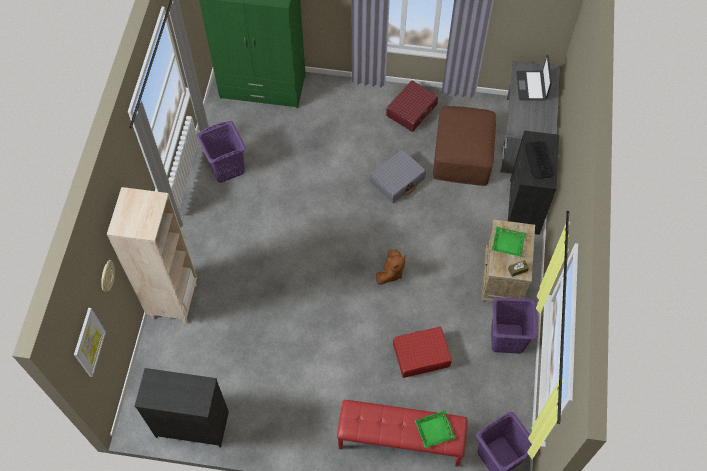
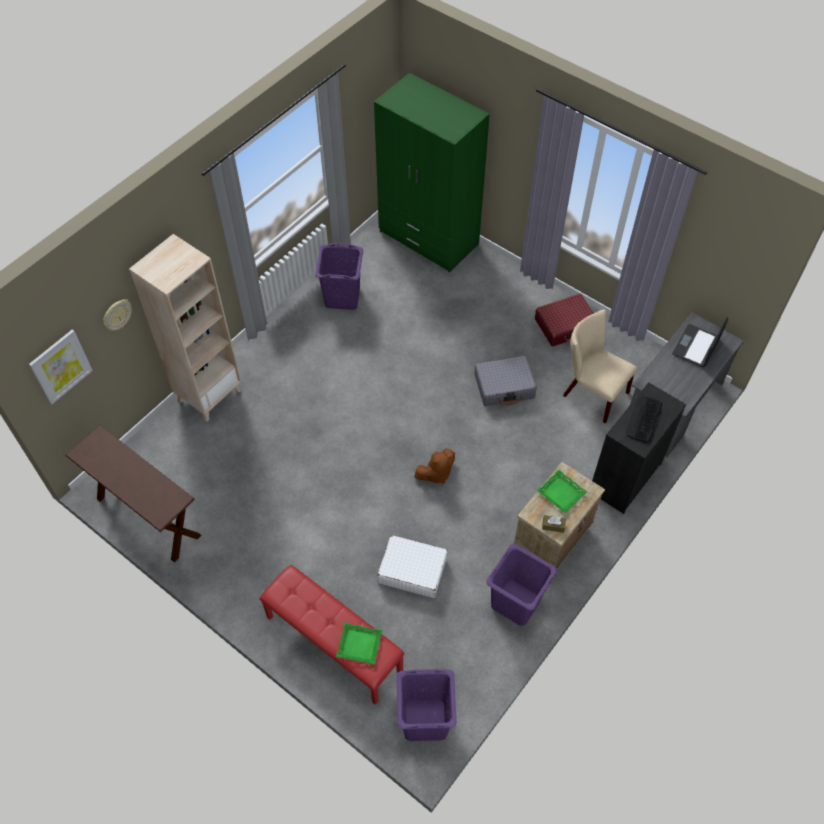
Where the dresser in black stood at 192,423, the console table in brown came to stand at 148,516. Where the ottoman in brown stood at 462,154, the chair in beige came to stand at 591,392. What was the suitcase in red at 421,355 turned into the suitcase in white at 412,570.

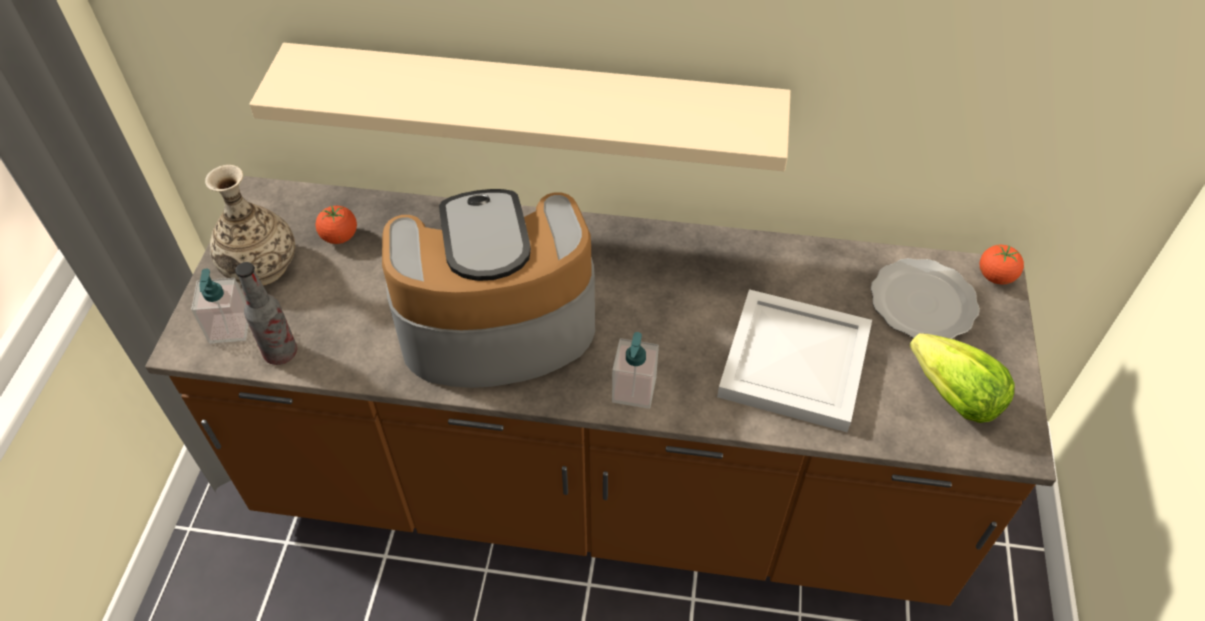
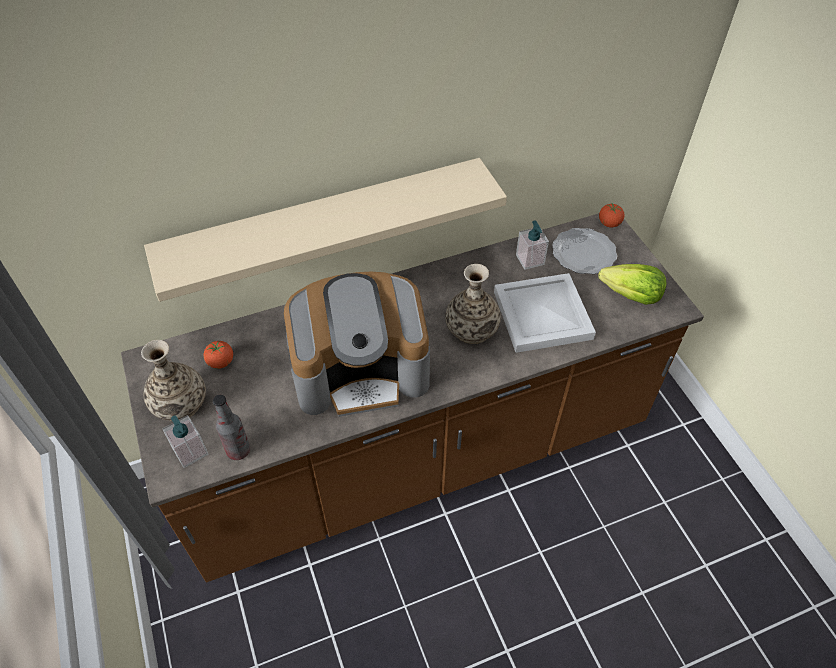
The second view gained the vase at 471,329. The soap dispenser ended up elsewhere, having gone from 634,390 to 530,260. The coffee machine at 495,324 ended up facing another way, 150 degrees counterclockwise from before.

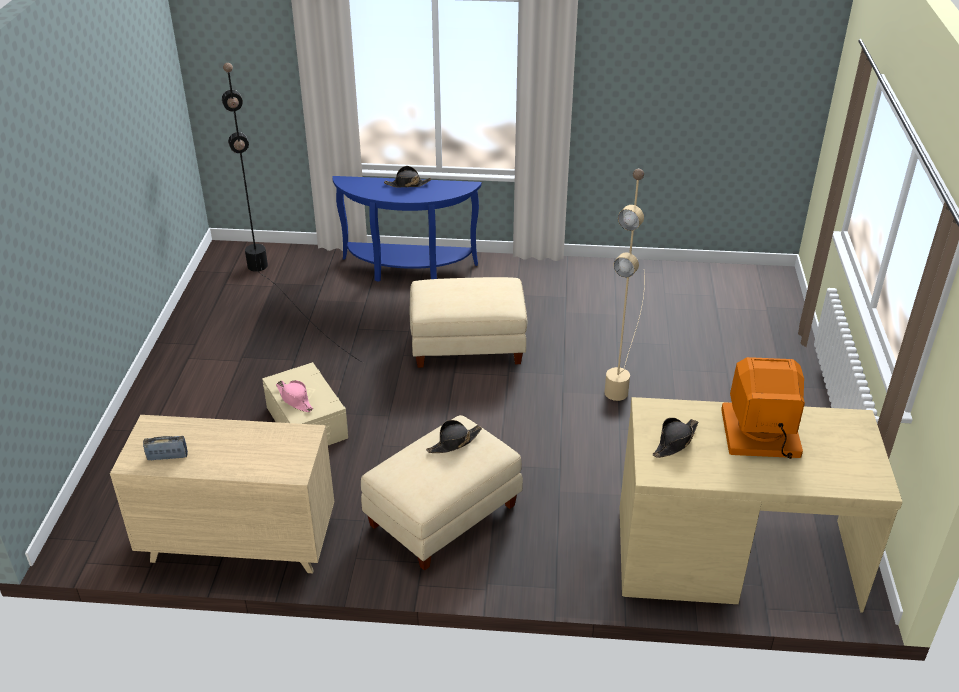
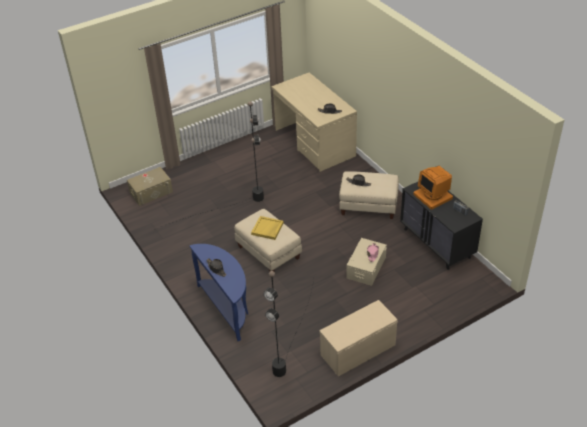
The second view gained the storage box in beige at 151,192. The second view gained the tray in yellow at 267,229. The second view gained the bench in beige at 357,350. The monitor ended up elsewhere, having gone from 760,434 to 433,196. What was the dresser in beige at 238,542 turned into the dresser in black at 437,243. What was the floor lamp in beige at 627,354 turned into the floor lamp in black at 229,206.

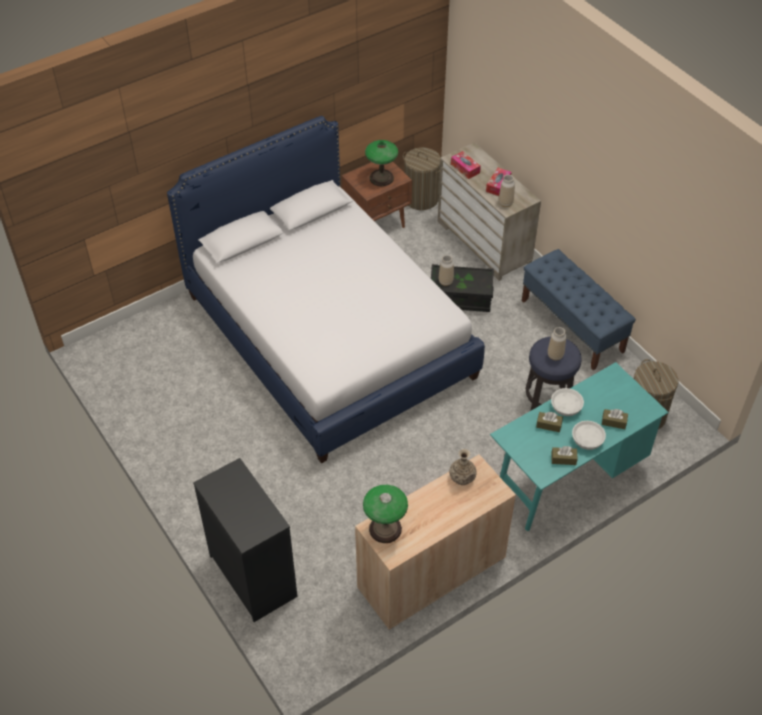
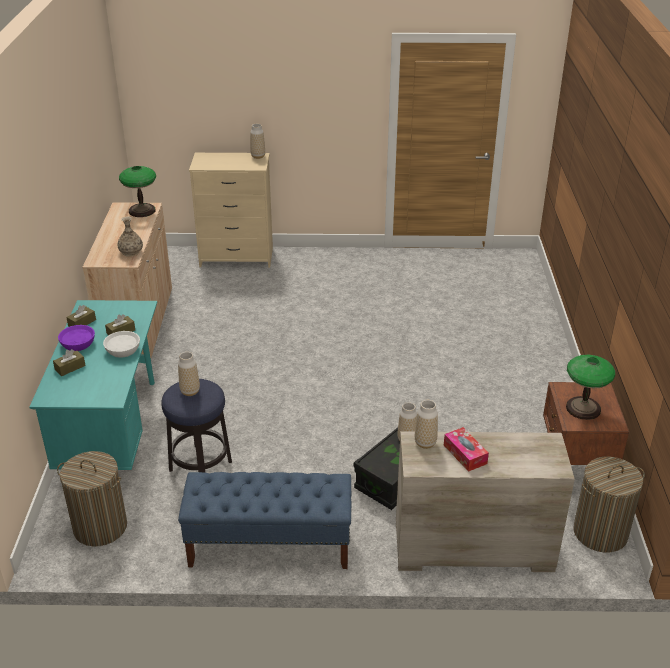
The second view lost the bed at 328,335. The second view lost the tissue box at 465,168. The second view gained the vase at 258,156. What was the dresser in black at 253,575 turned into the dresser in beige at 236,257. What was the bowl in white at 587,440 turned into the bowl in purple at 77,344.

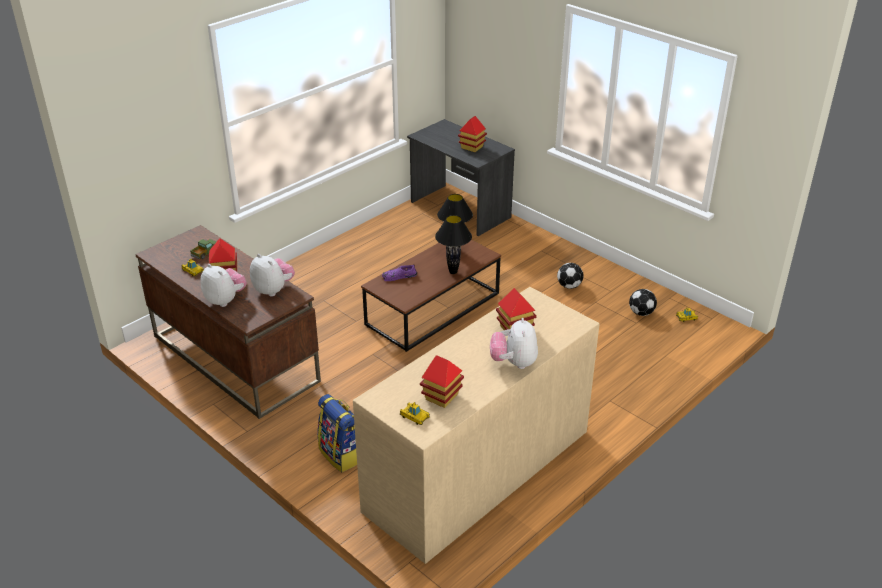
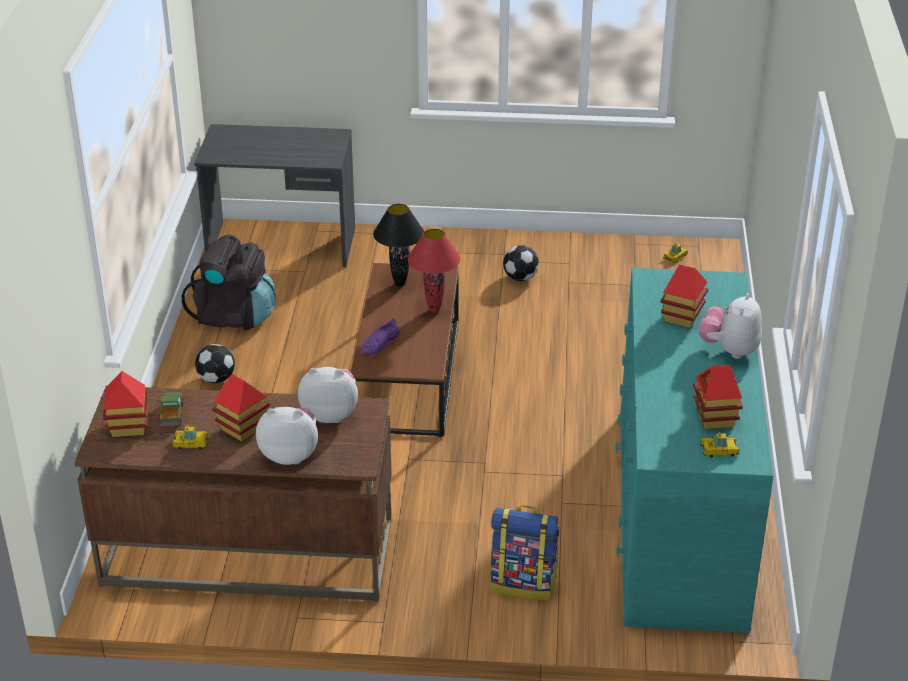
The second view gained the backpack in black at 234,316. The toy house ended up elsewhere, having gone from 472,147 to 128,427. The football ended up elsewhere, having gone from 641,313 to 217,379. What was the dresser in beige at 478,470 turned into the dresser in turquoise at 679,515. What was the table lamp in black at 452,272 turned into the table lamp in red at 434,310. The plush toy at 513,363 ended up facing another way, 60 degrees clockwise from before.

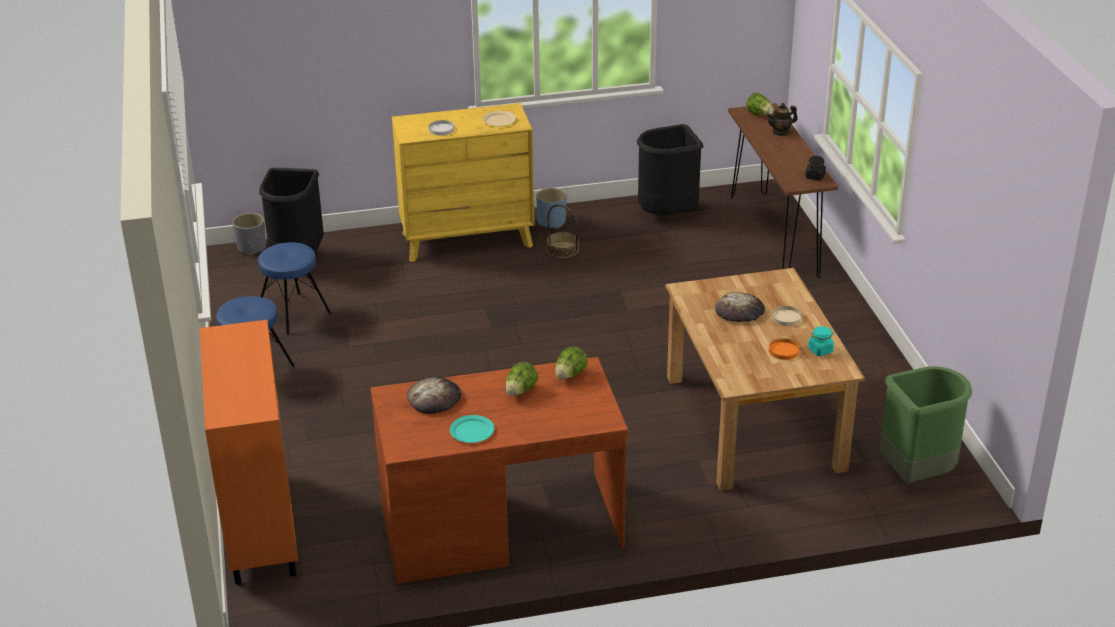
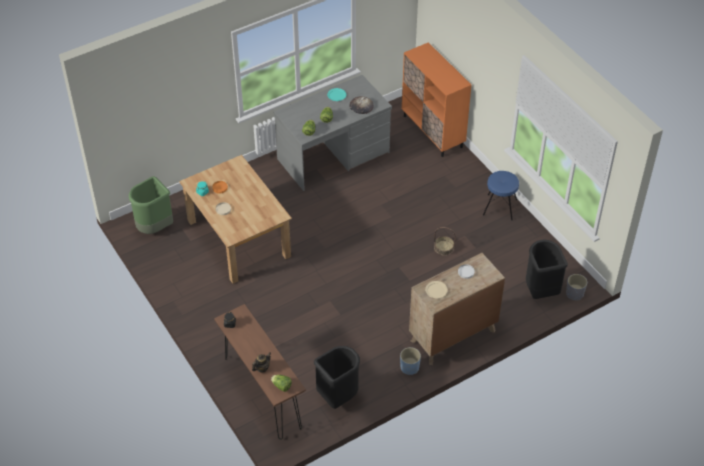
The second view lost the stool in blue at 293,314. The second view lost the bread at 740,311. The basket ended up elsewhere, having gone from 563,249 to 444,248. What was the desk in brown at 500,525 turned into the desk in grey at 334,156. What was the dresser in yellow at 467,240 turned into the dresser in brown at 453,336.

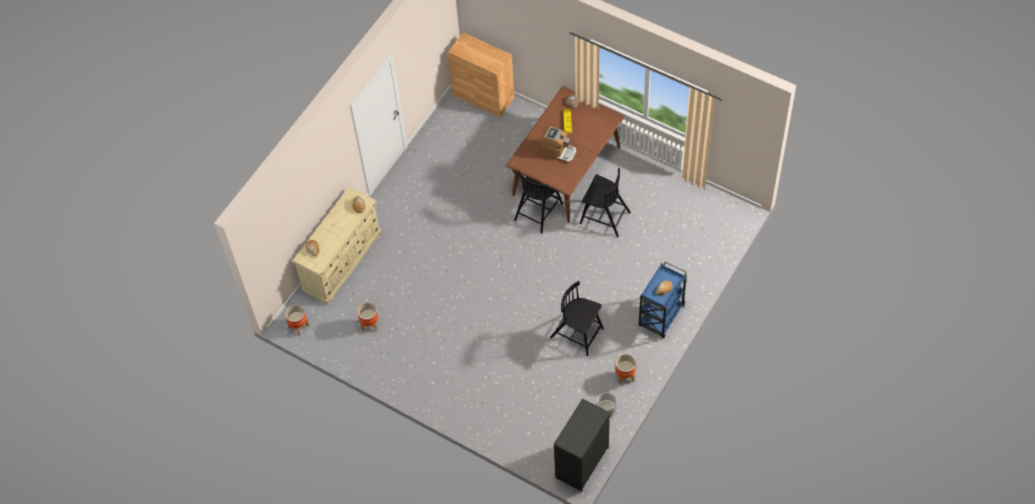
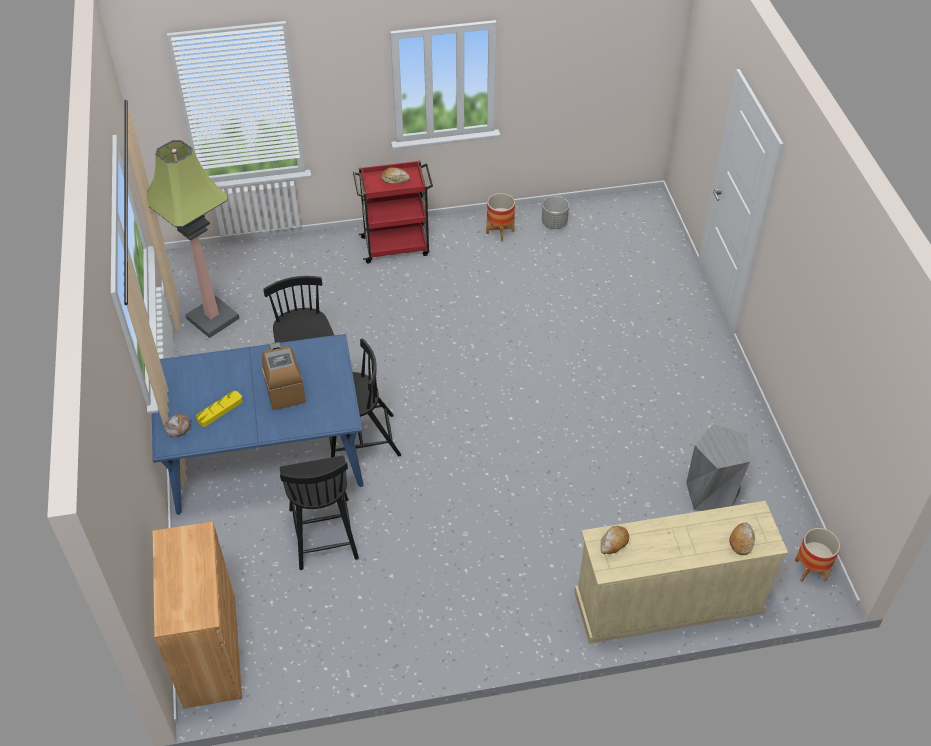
The second view lost the dresser in black at 581,462. The second view gained the floor lamp at 213,318. The chair in black ended up elsewhere, having gone from 577,334 to 323,532. Where the planter stood at 370,324, the stool in grey came to stand at 712,494. What was the dining table in brown at 566,170 turned into the dining table in blue at 265,455. What was the cart in blue at 661,317 turned into the cart in red at 396,246.

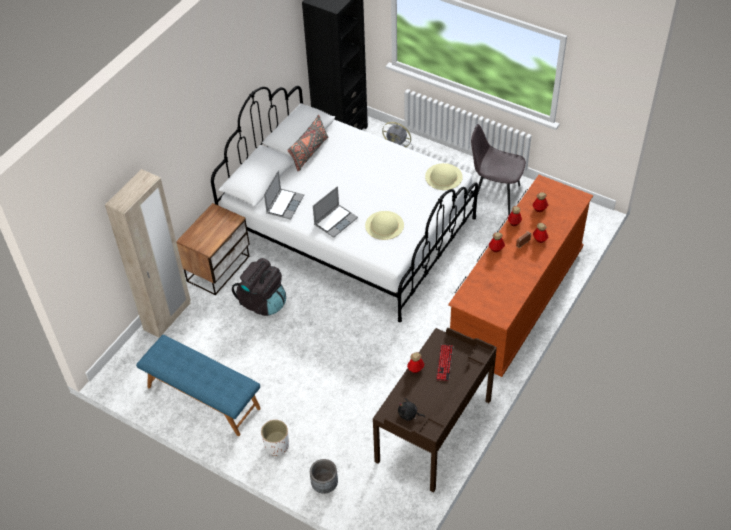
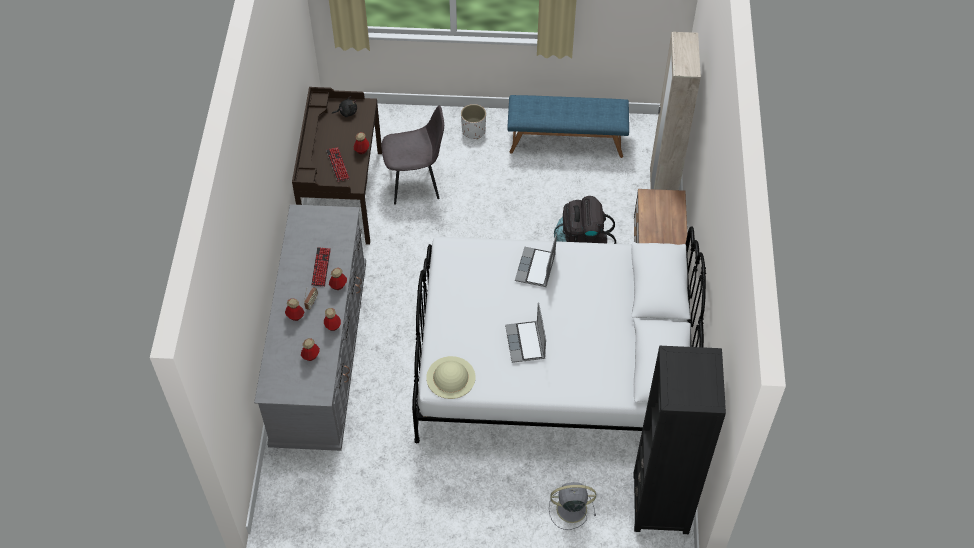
The second view lost the pillow in grey at 309,153. The second view lost the planter in grey at 324,485. The second view lost the hat in beige at 384,225. The second view gained the keyboard at 321,267. The laptop ended up elsewhere, having gone from 284,204 to 526,343. The chair in grey ended up elsewhere, having gone from 494,195 to 415,182. What was the dresser in brown at 516,301 turned into the dresser in grey at 321,354.

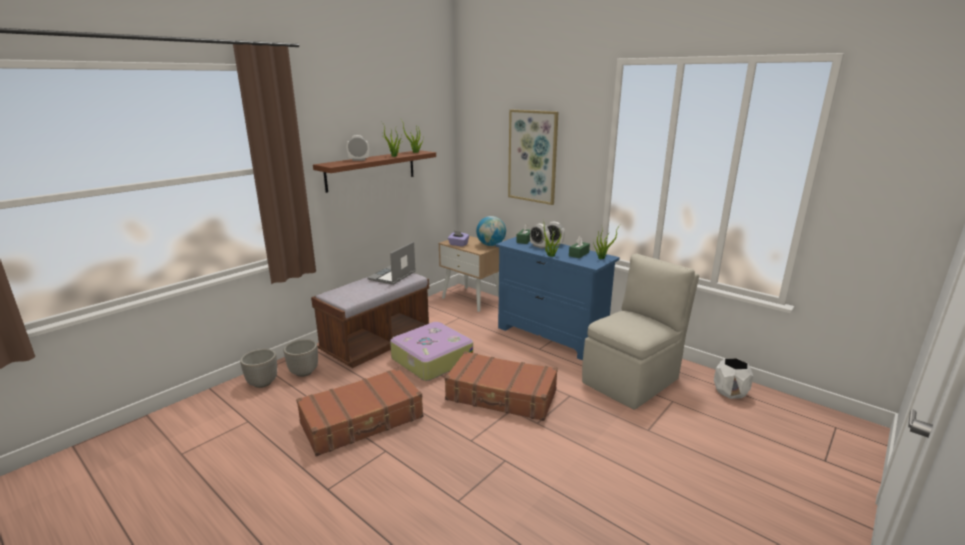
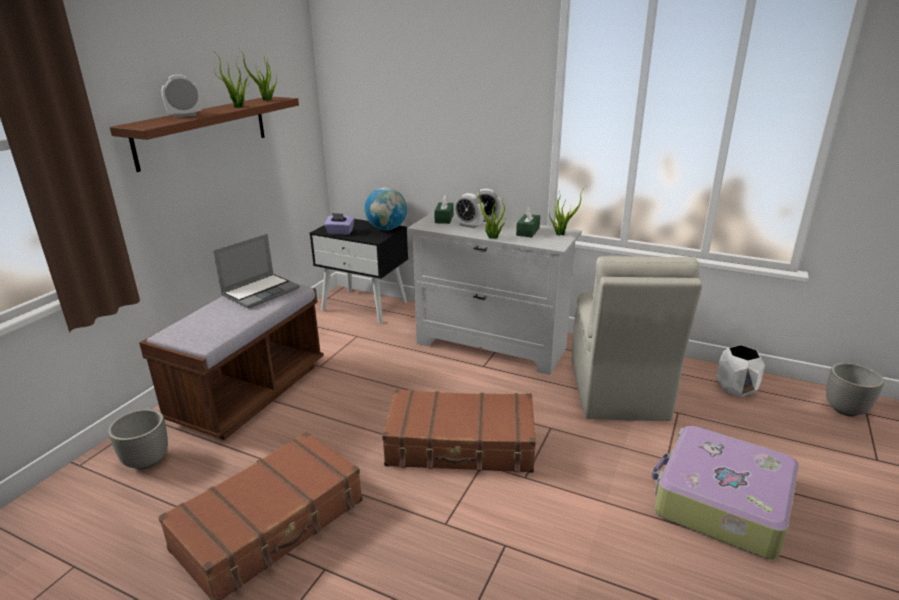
The second view lost the picture at 533,156. The planter ended up elsewhere, having gone from 263,383 to 846,410. The suitcase ended up elsewhere, having gone from 431,359 to 720,503. What was the nightstand in beige at 472,299 turned into the nightstand in black at 365,306. What was the dresser in blue at 551,336 turned into the dresser in white at 491,346. The laptop at 392,276 ended up facing another way, 150 degrees counterclockwise from before. The chair in beige at 632,380 ended up facing another way, 150 degrees clockwise from before.

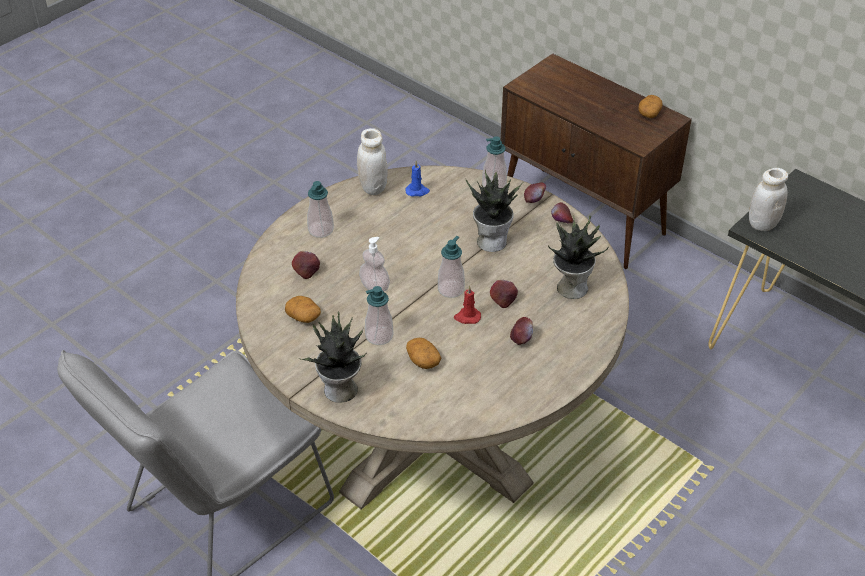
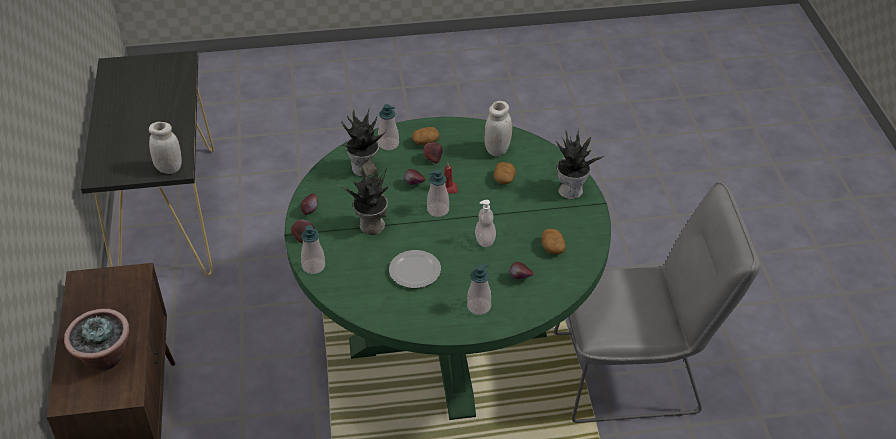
The second view lost the candle in blue at 417,191. The second view gained the potted plant at 104,357. The second view gained the plate at 415,270. The jar in white ended up elsewhere, having gone from 373,187 to 497,150. The soap dispenser ended up elsewhere, having gone from 379,336 to 388,144. The potato ended up elsewhere, having gone from 649,113 to 425,142. What was the dining table in beige at 432,430 turned into the dining table in green at 447,338.

